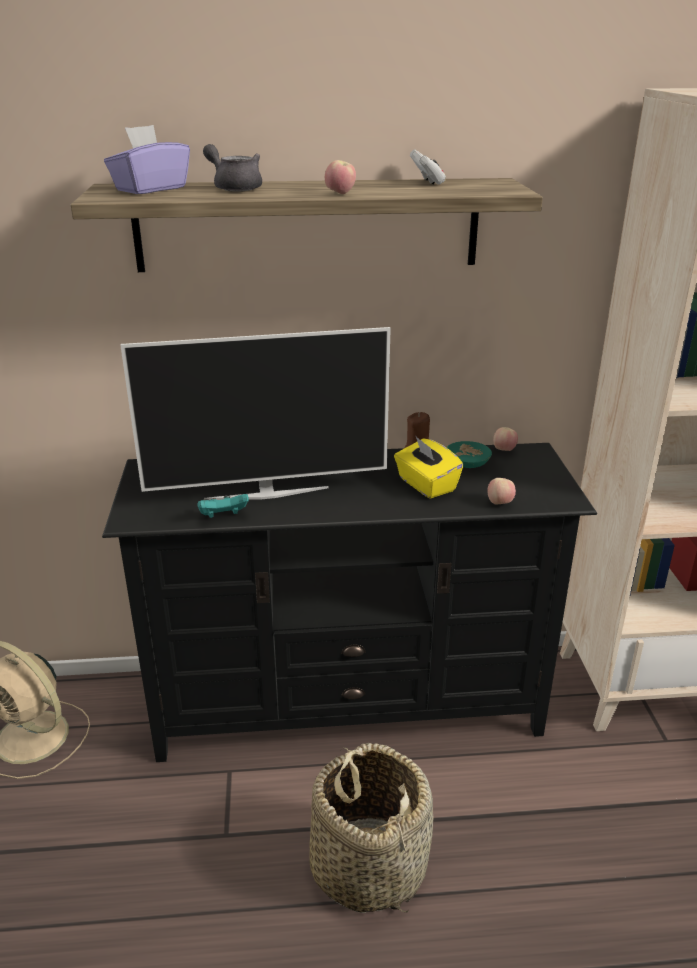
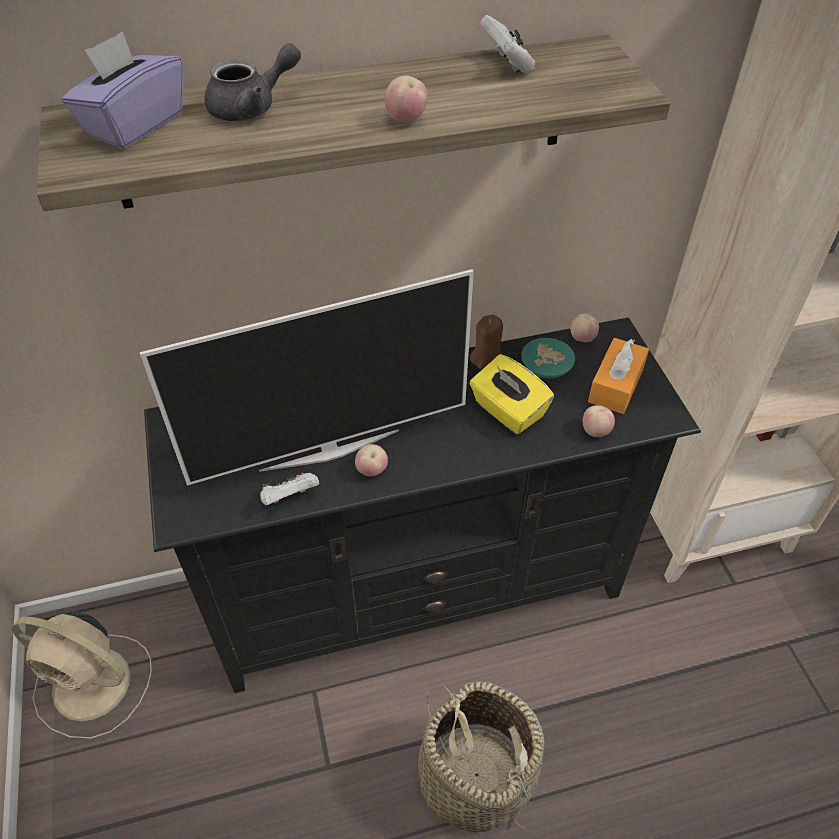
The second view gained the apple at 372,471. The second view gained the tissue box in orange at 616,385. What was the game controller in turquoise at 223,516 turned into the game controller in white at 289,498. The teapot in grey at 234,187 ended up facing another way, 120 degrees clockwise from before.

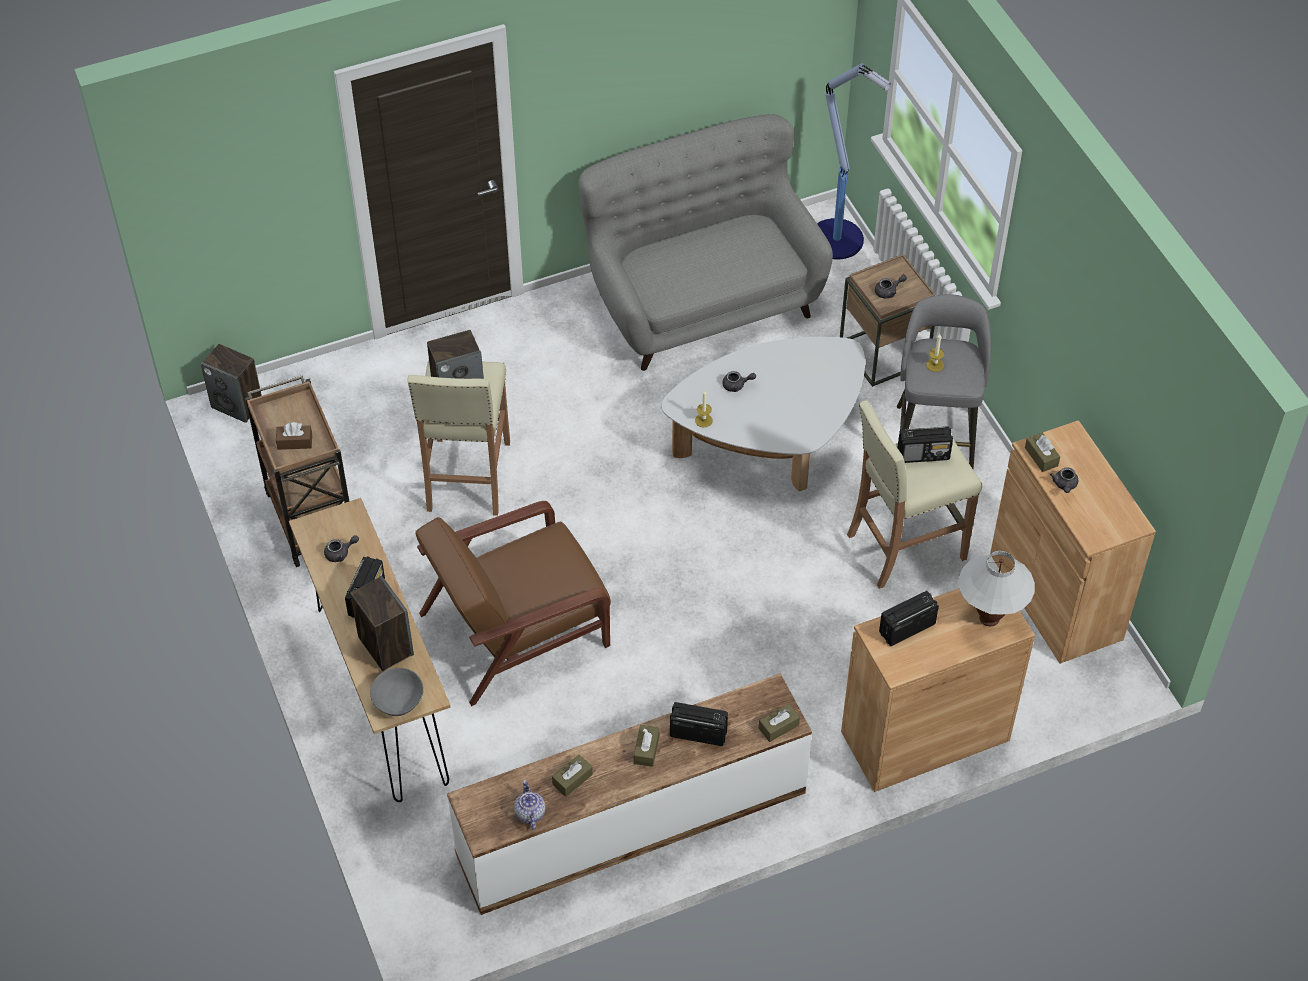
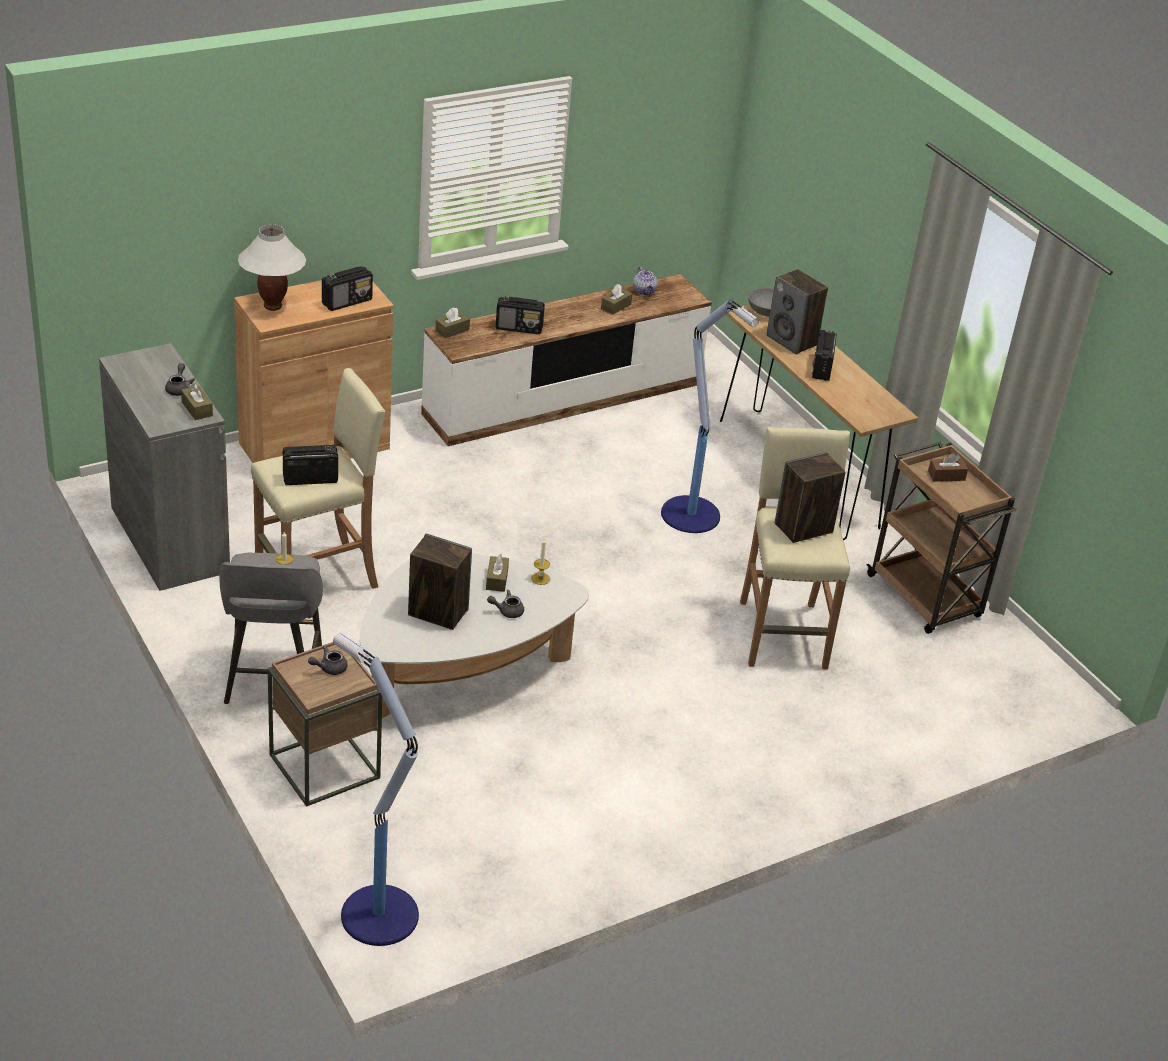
The second view lost the teapot in grey at 340,553. The second view lost the sofa in grey at 703,300. The speaker ended up elsewhere, having gone from 238,405 to 437,613. The tissue box in brown ended up elsewhere, having gone from 646,749 to 497,579. Where the armchair in brown stood at 518,627, the floor lamp came to stand at 692,516. What was the cabinet in brown at 1055,596 turned into the cabinet in grey at 169,539.

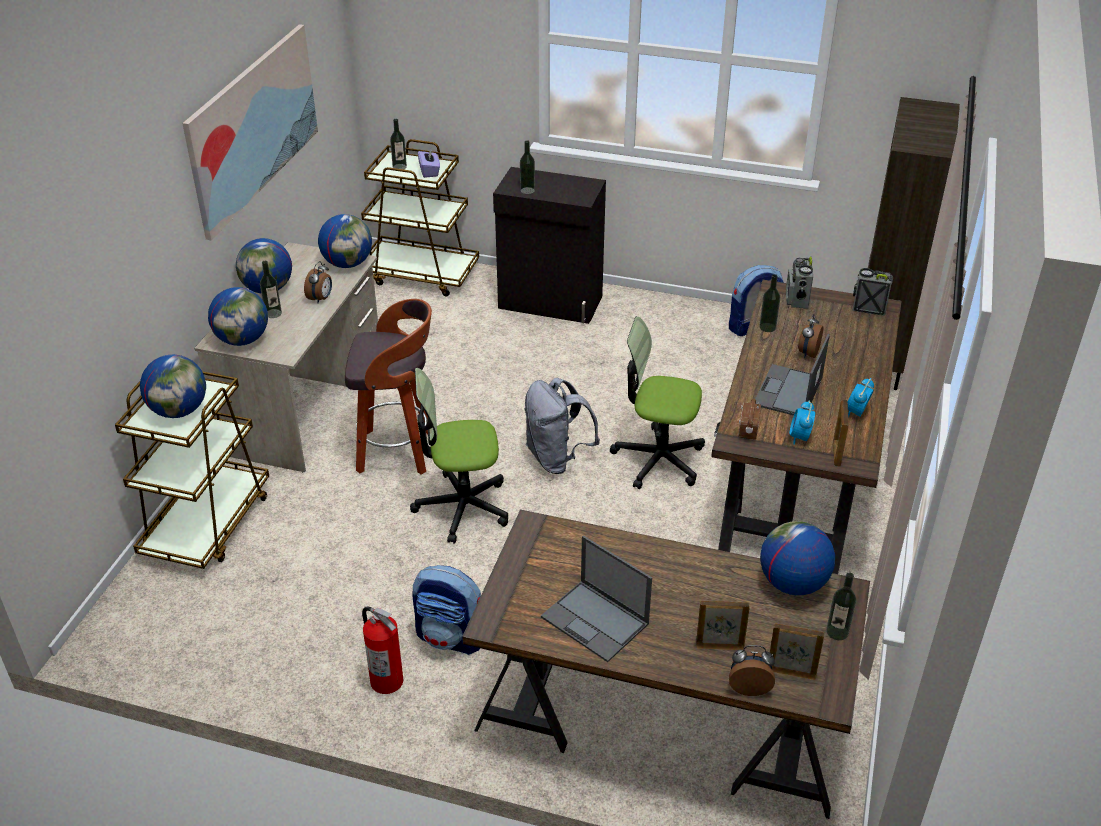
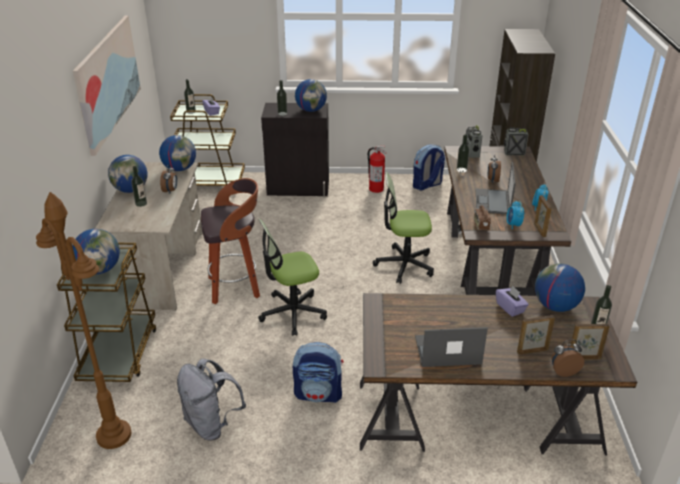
The second view gained the floor lamp in brown at 113,435. The second view gained the tissue box in purple at 510,308. The globe ended up elsewhere, having gone from 243,340 to 311,110. The fire extinguisher ended up elsewhere, having gone from 387,680 to 376,189. The backpack in grey ended up elsewhere, having gone from 557,458 to 212,424. The laptop at 596,621 ended up facing another way, 150 degrees clockwise from before.

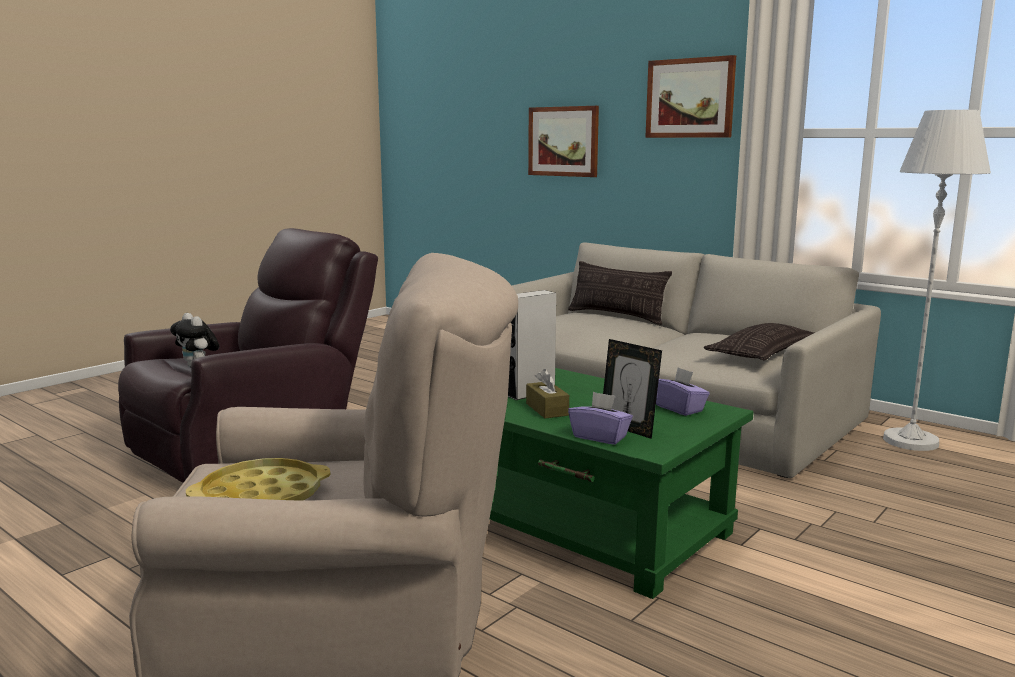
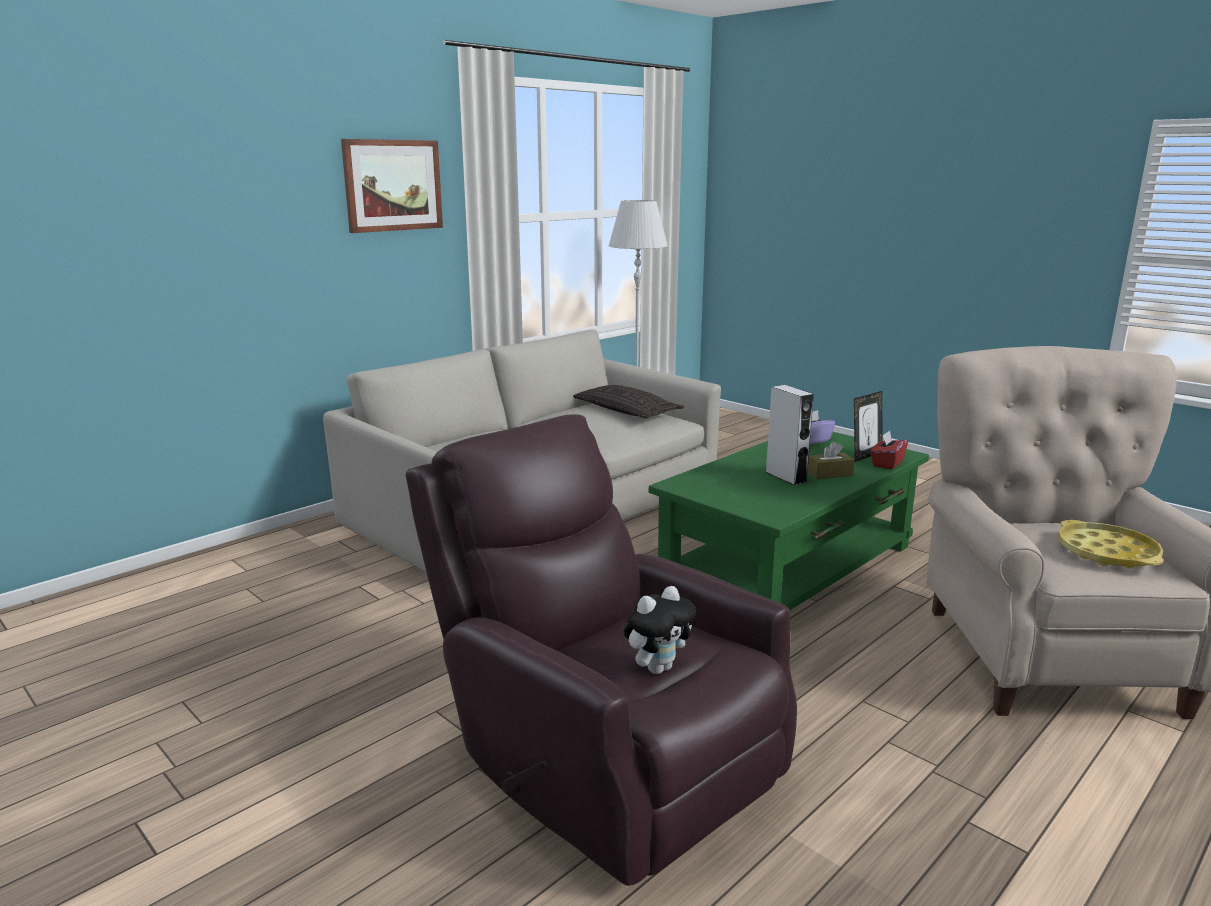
The second view lost the picture at 563,141. The second view lost the pillow at 617,316. What was the tissue box in purple at 600,437 turned into the tissue box in red at 887,463.

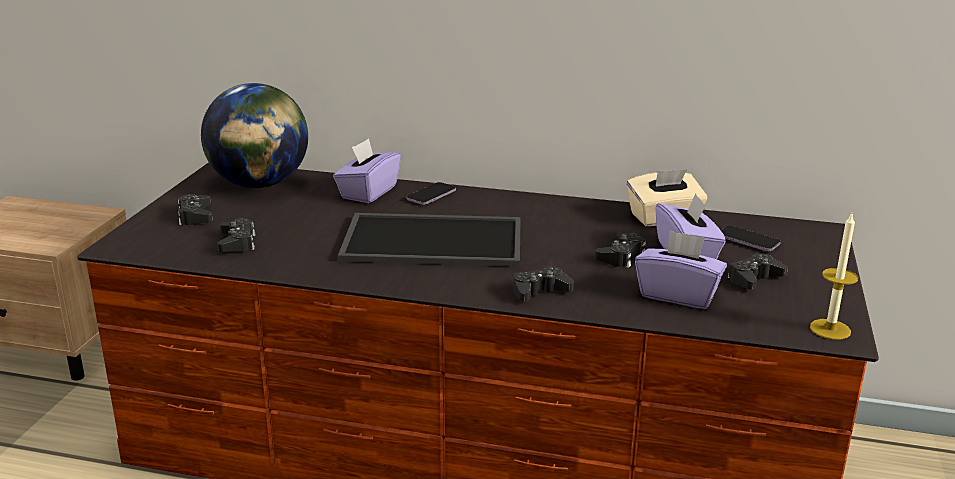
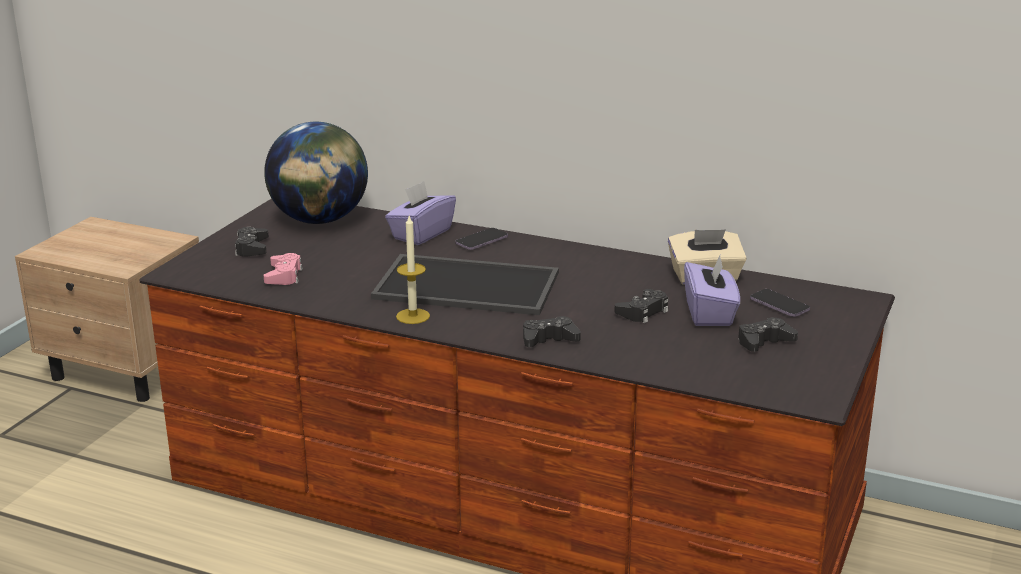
The second view lost the tissue box in purple at 678,295. The candle ended up elsewhere, having gone from 830,329 to 413,316. What was the game controller in black at 237,242 turned into the game controller in pink at 284,276.

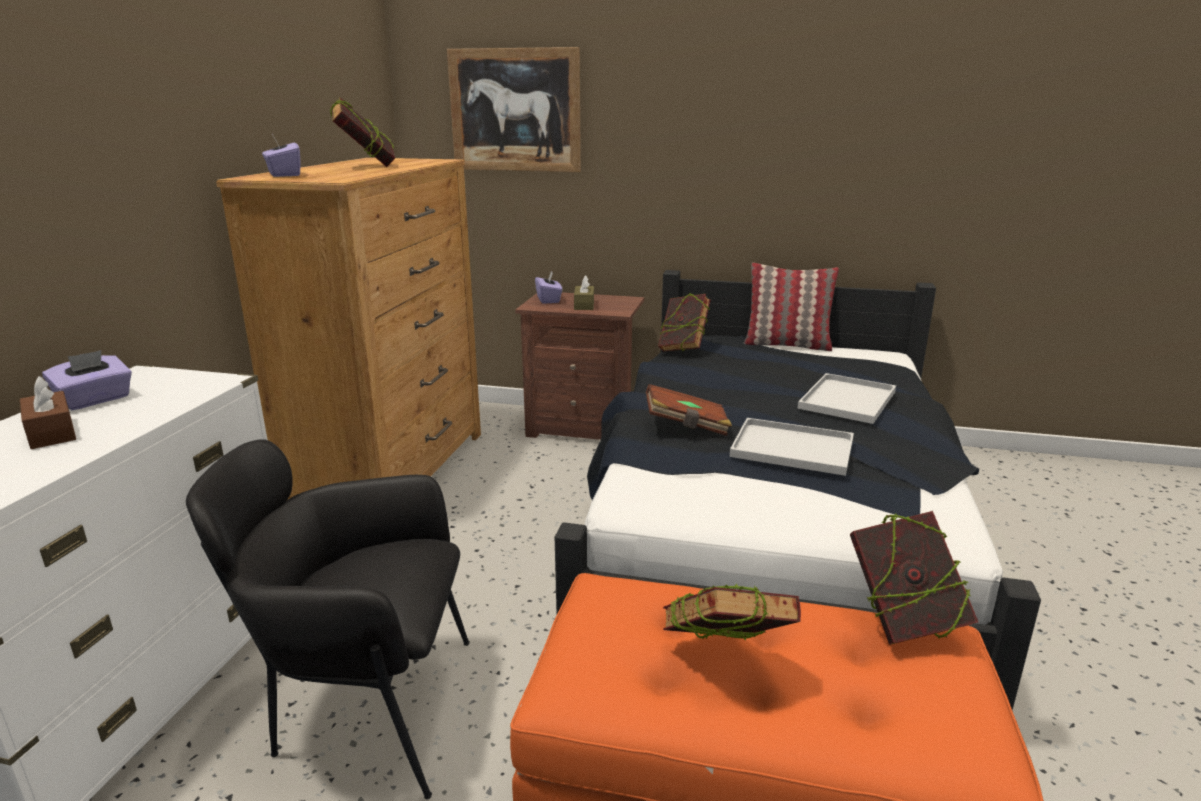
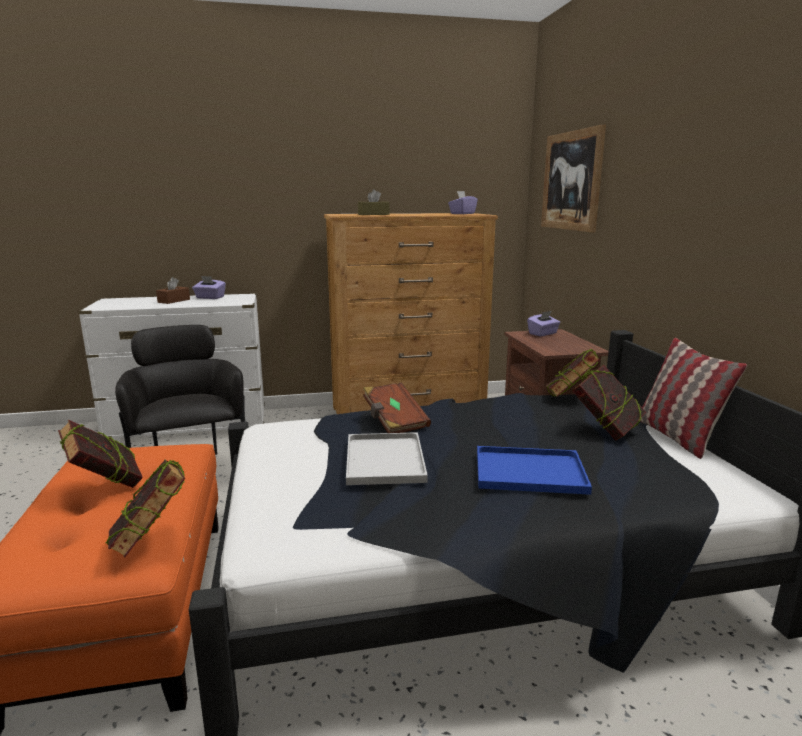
The tissue box in purple ended up elsewhere, having gone from 284,175 to 462,214. The book ended up elsewhere, having gone from 366,166 to 605,430. The tissue box in brown ended up elsewhere, having gone from 584,305 to 373,214. What was the tray in white at 848,401 turned into the tray in blue at 527,472.

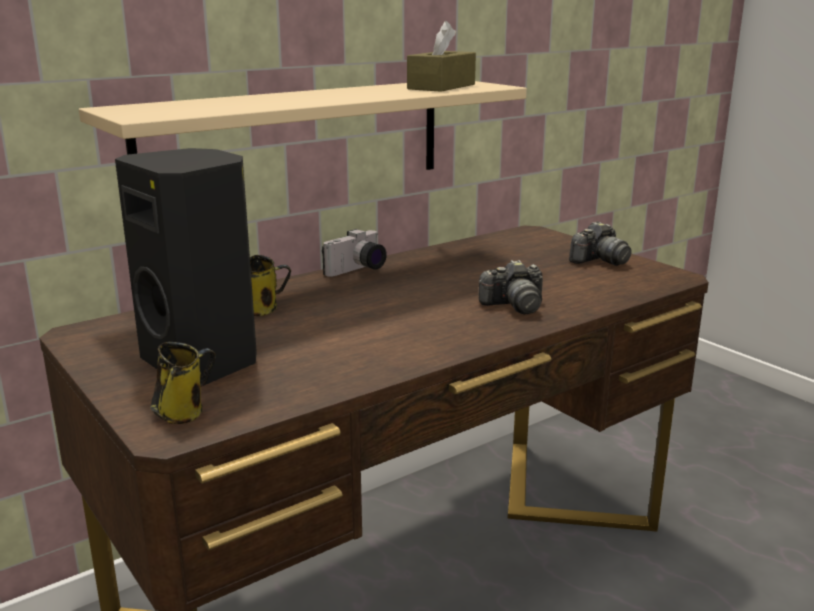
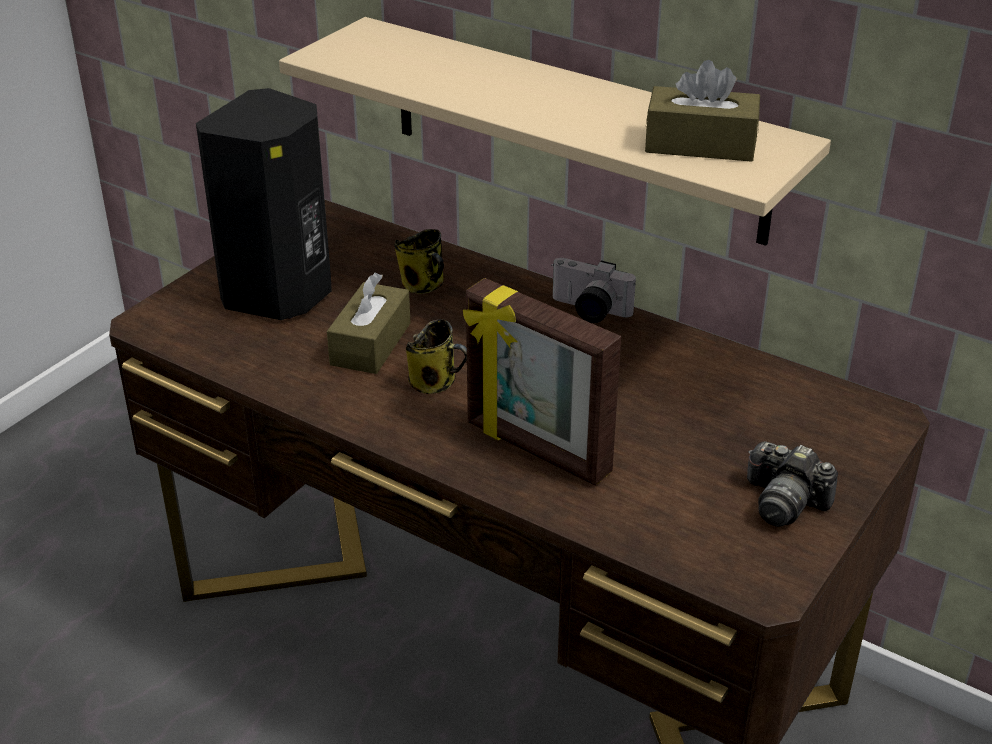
The second view gained the tissue box in brown at 370,344. The mug ended up elsewhere, having gone from 183,412 to 435,383. Where the photo camera stood at 514,306, the picture frame came to stand at 536,450.

